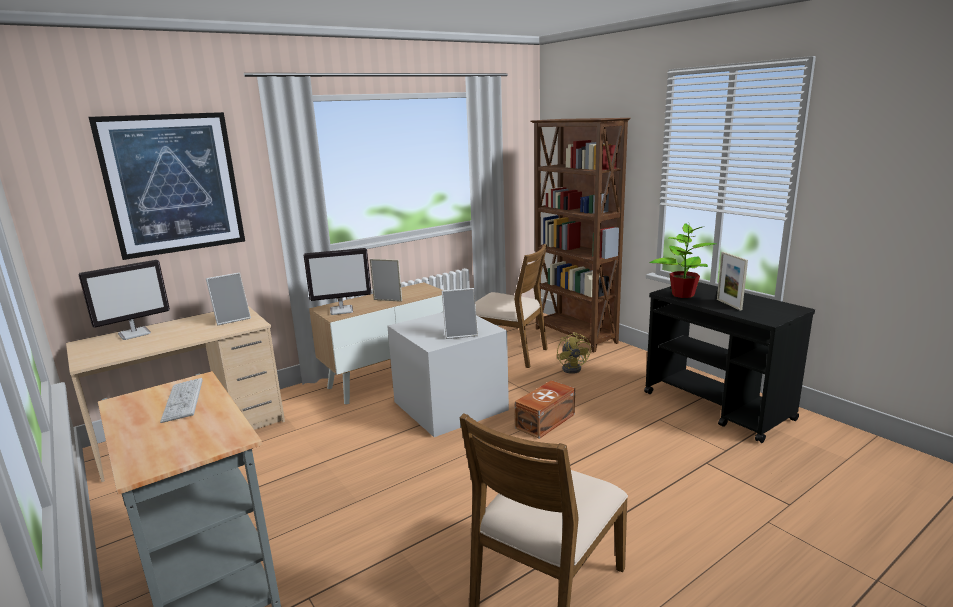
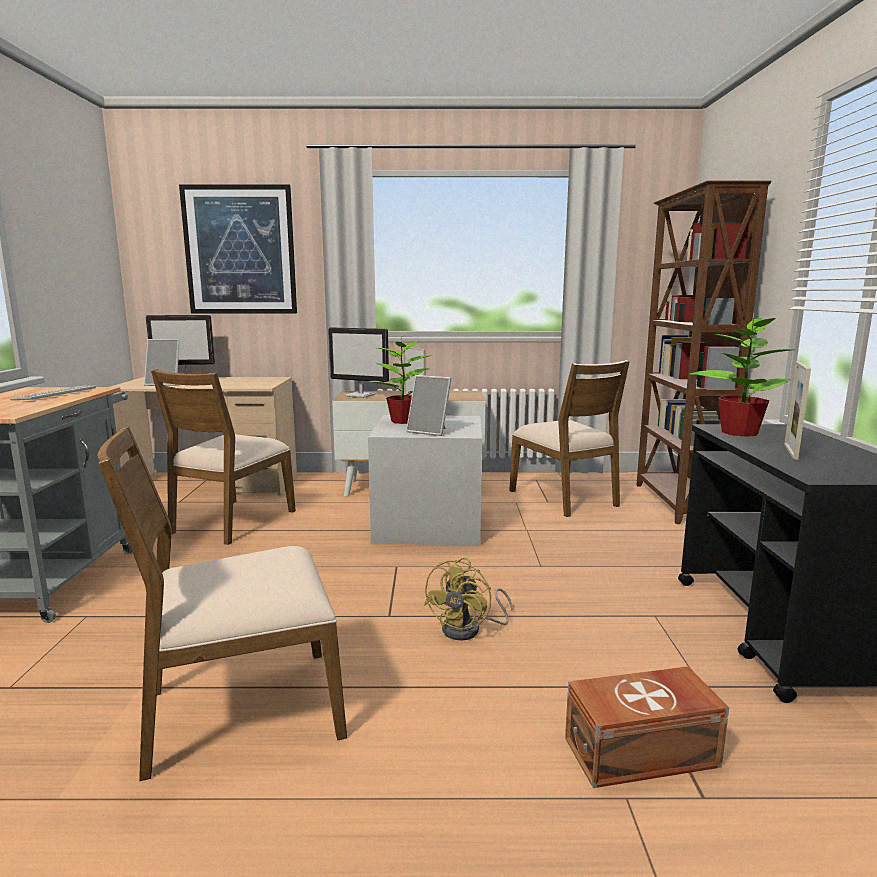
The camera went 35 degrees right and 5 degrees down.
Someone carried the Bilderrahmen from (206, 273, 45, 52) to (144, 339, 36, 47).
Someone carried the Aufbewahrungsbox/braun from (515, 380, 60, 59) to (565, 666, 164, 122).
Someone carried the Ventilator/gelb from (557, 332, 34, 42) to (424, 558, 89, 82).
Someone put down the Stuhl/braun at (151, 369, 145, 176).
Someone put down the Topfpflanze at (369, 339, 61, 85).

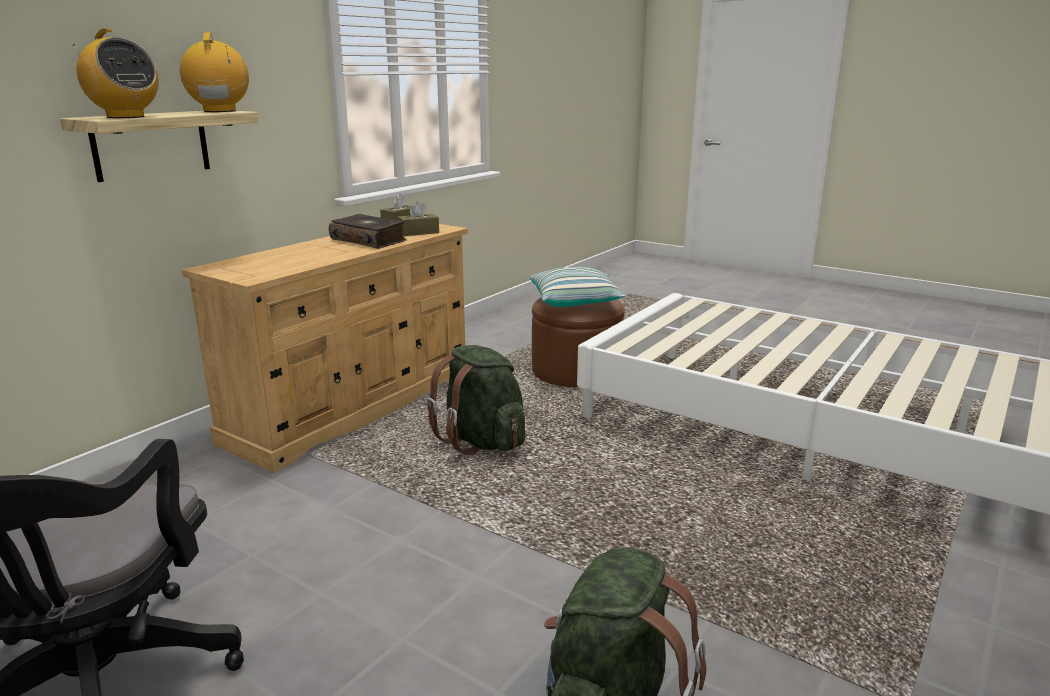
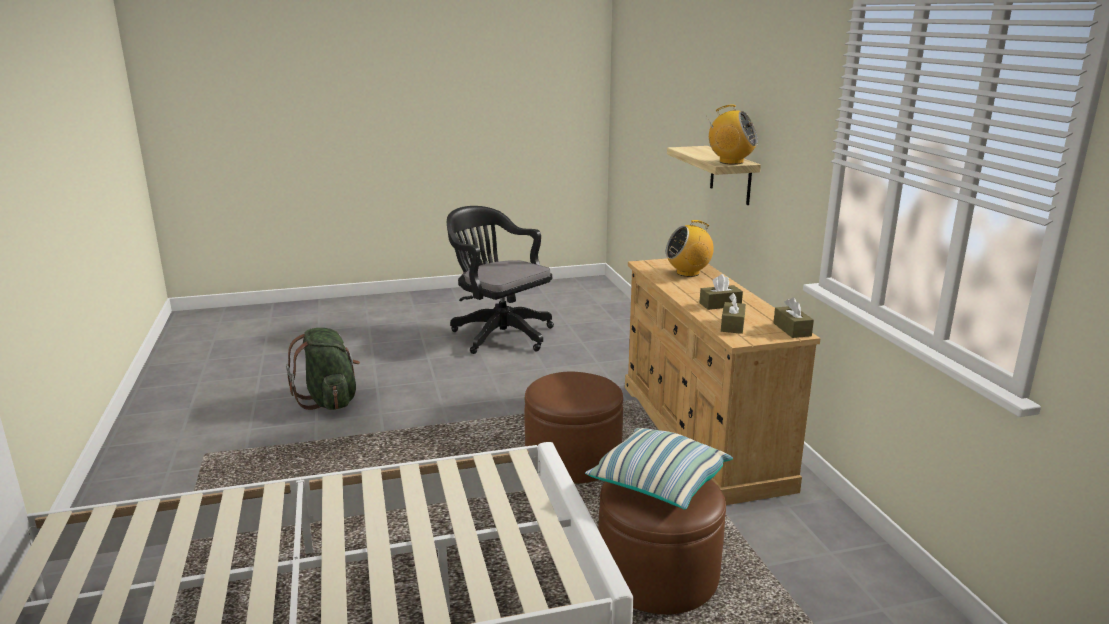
The camera went 130 degrees right and 0 degrees up.
Someone carried the Radio from (73, 28, 86, 90) to (665, 220, 49, 57).
Someone swapped the Buch at (329, 214, 78, 35) for the Taschentuchbox/braun at (699, 274, 44, 36).
Someone swapped the Rucksack/grün at (427, 345, 98, 110) for the Polsterhocker/braun at (524, 372, 99, 112).

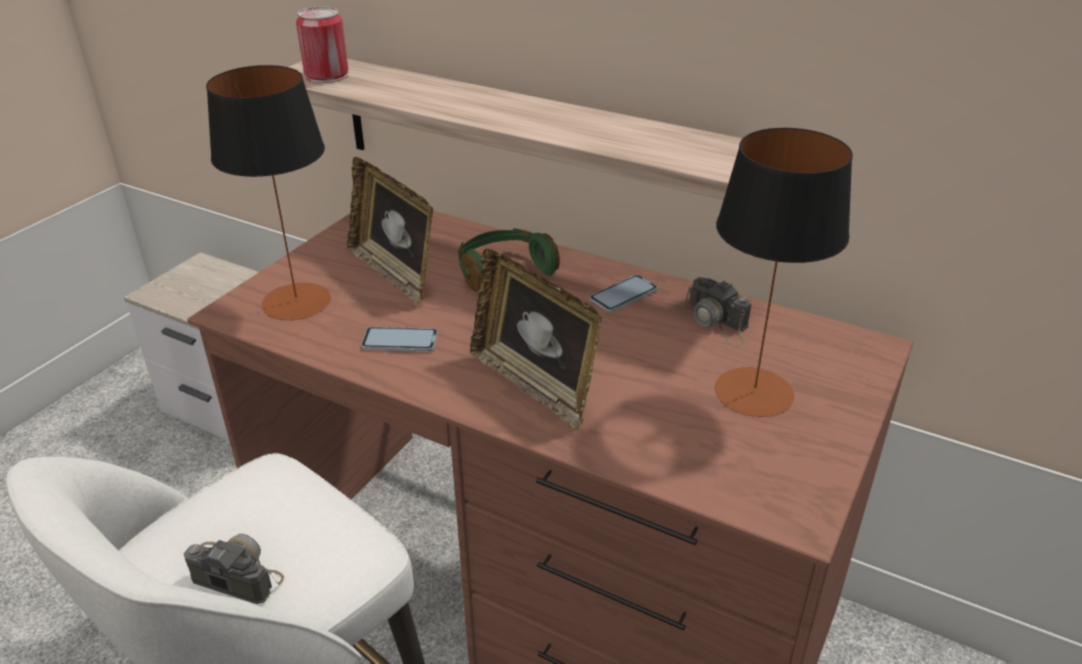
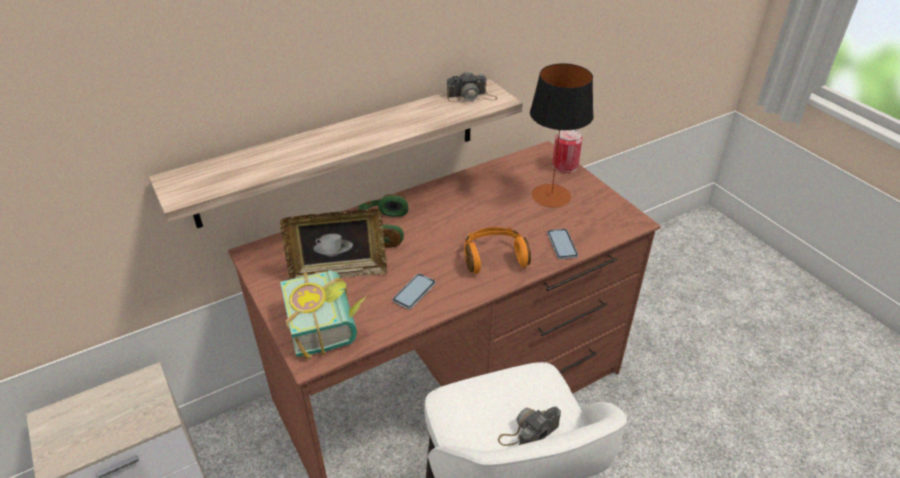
The camera went 60 degrees left and 5 degrees up.
Someone swapped the Tischlampe at (206, 65, 125, 256) for the Buch at (280, 270, 89, 89).
Someone carried the Dose from (296, 6, 53, 77) to (552, 130, 30, 43).
Someone swapped the Bilderrahmen at (470, 249, 132, 182) for the Kopfhörer/orange at (464, 227, 67, 47).
Someone carried the Handy from (590, 275, 68, 37) to (547, 229, 31, 30).
Someone carried the Kamera from (679, 277, 72, 70) to (447, 71, 50, 31).

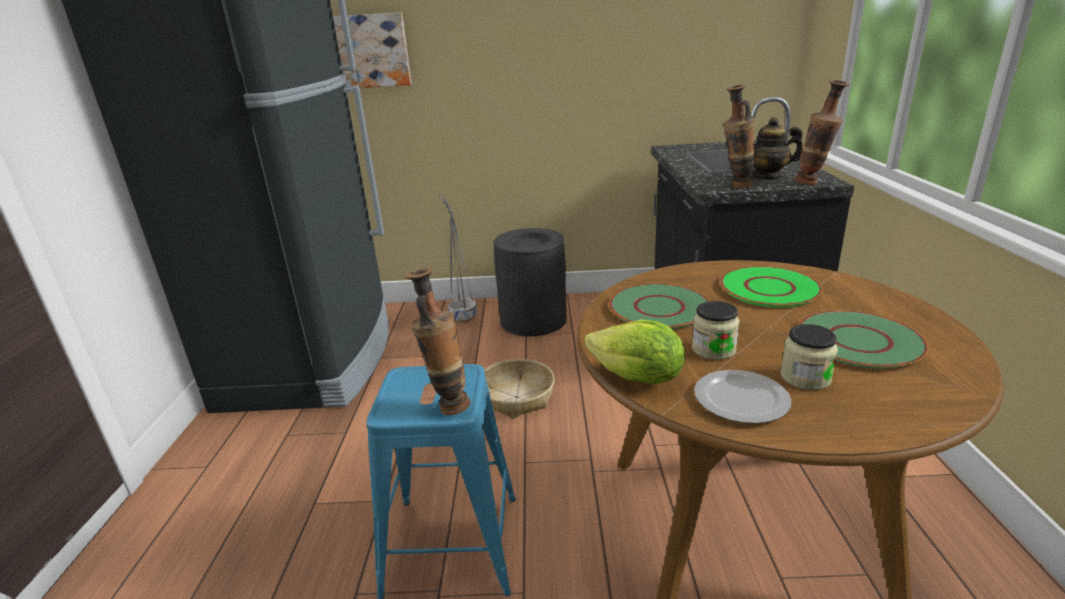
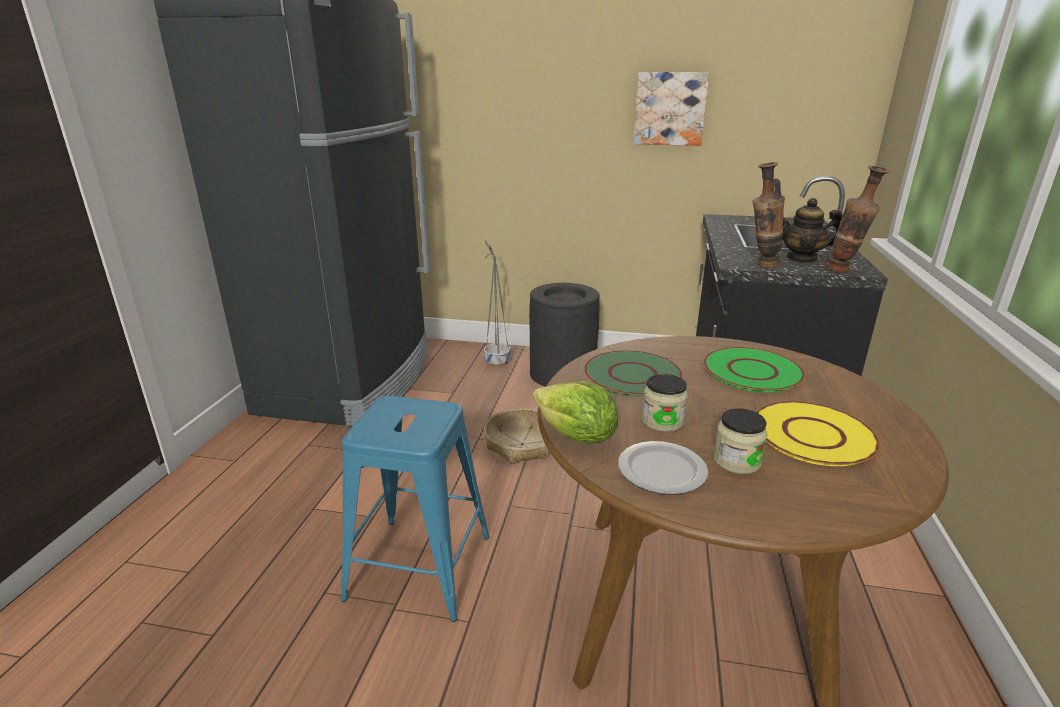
The camera went 10 degrees right and 0 degrees up.
Someone carried the Bild from (333, 12, 79, 76) to (634, 72, 75, 74).
Someone took away the Vase at (405, 269, 66, 146).
Someone repainted the Teller/grün at (799, 310, 129, 59), which became the Teller/gelb at (757, 401, 123, 65).

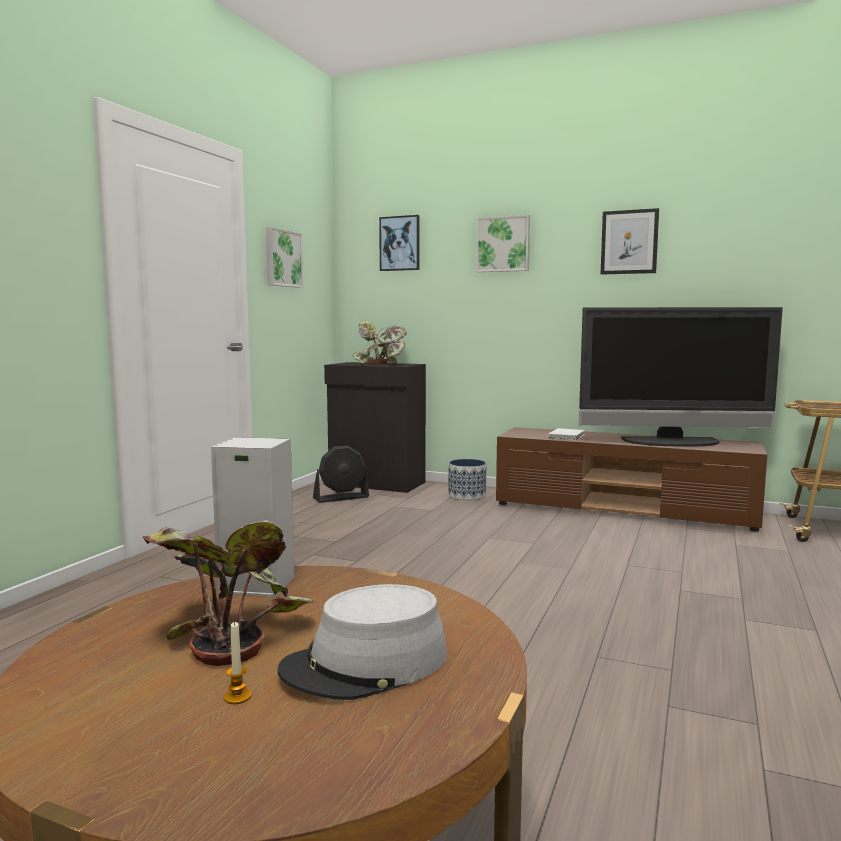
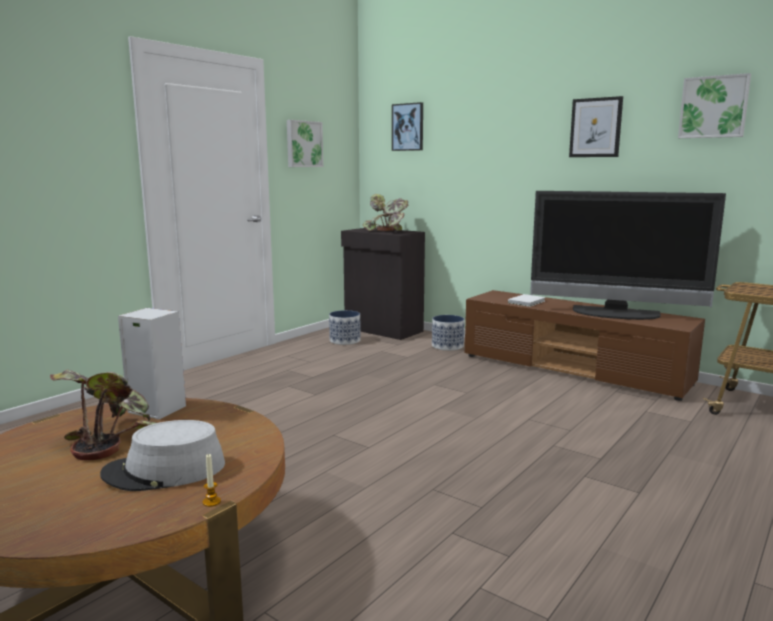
The camera went 15 degrees right and 5 degrees up.
Someone carried the Kerze from (224, 621, 27, 83) to (203, 453, 18, 54).
Someone swapped the Ventilator/schwarz at (313, 445, 56, 58) for the Pflanzkübel at (329, 310, 32, 35).
Someone carried the Bild from (476, 215, 54, 57) to (678, 73, 73, 65).

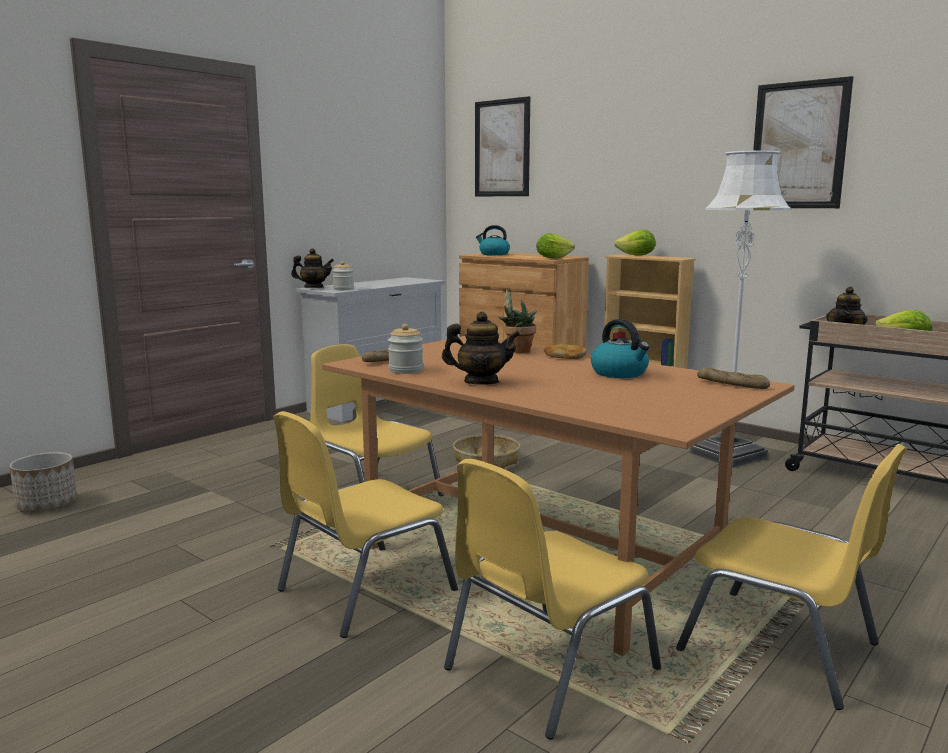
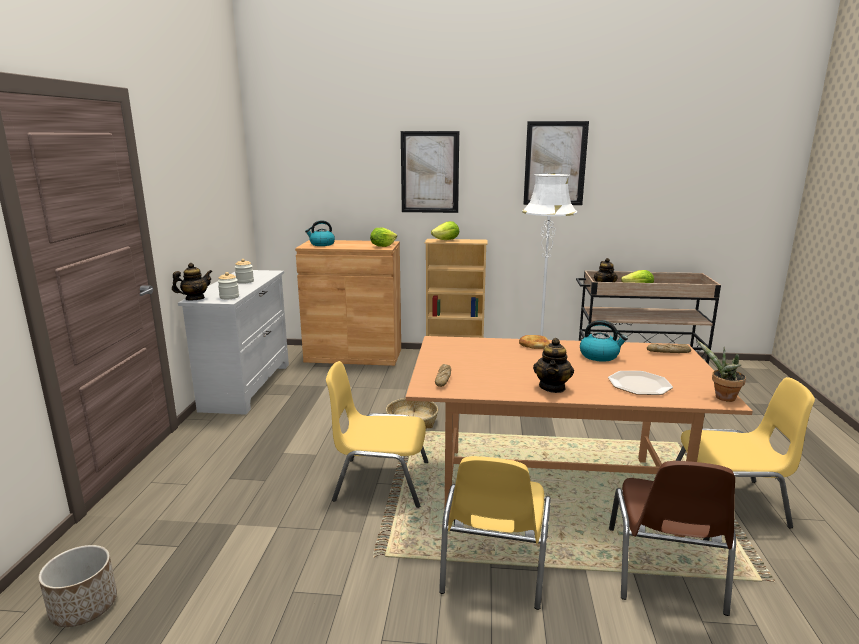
The camera went 35 degrees left and 5 degrees up.
Someone carried the Vorratsglas from (388, 324, 35, 50) to (235, 259, 19, 25).
Someone rotated the Teekanne at (442, 311, 79, 74) by 135 degrees clockwise.
Someone repainted the Stuhl/gelb at (444, 459, 217, 281), which became the Stuhl/braun at (609, 461, 127, 155).
Someone carried the Bild from (475, 96, 55, 100) to (401, 131, 58, 82).
Someone carried the Topfpflanze from (499, 289, 38, 64) to (696, 340, 50, 62).
Someone put down the Teller at (608, 371, 65, 24).

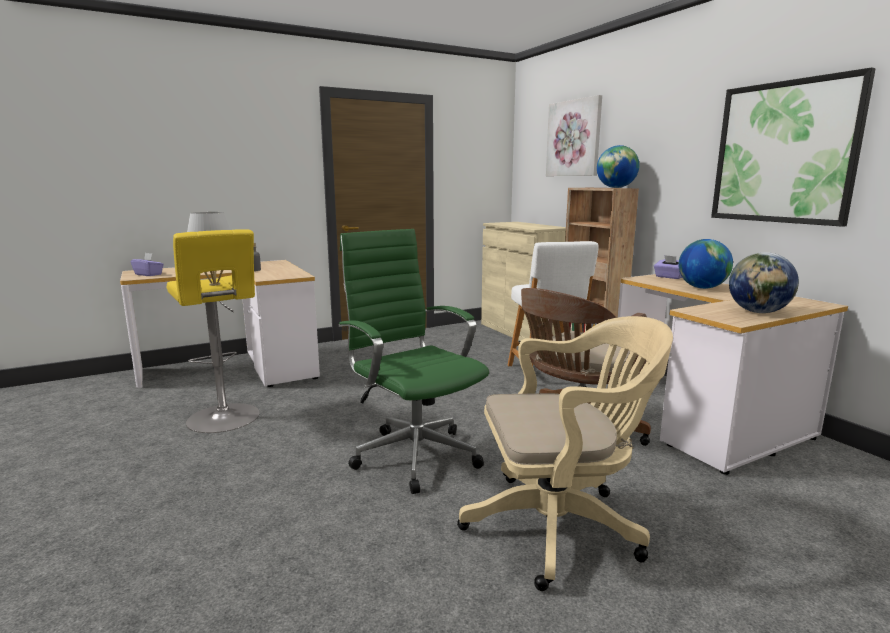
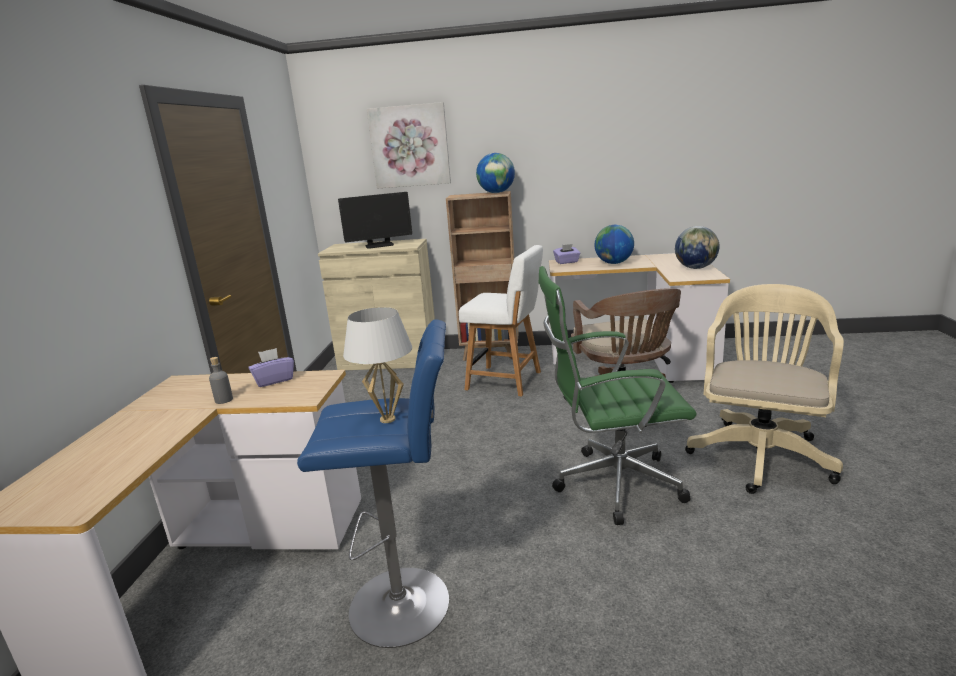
The camera went 55 degrees left and 5 degrees up.
Someone carried the Taschentuchbox/lila from (131, 253, 33, 23) to (248, 348, 46, 39).
Someone repainted the Hocker/gelb at (167, 229, 93, 204), which became the Hocker/blau at (297, 319, 152, 329).
Someone took away the Bild at (711, 67, 165, 160).
Someone put down the Monitor at (338, 192, 74, 57).

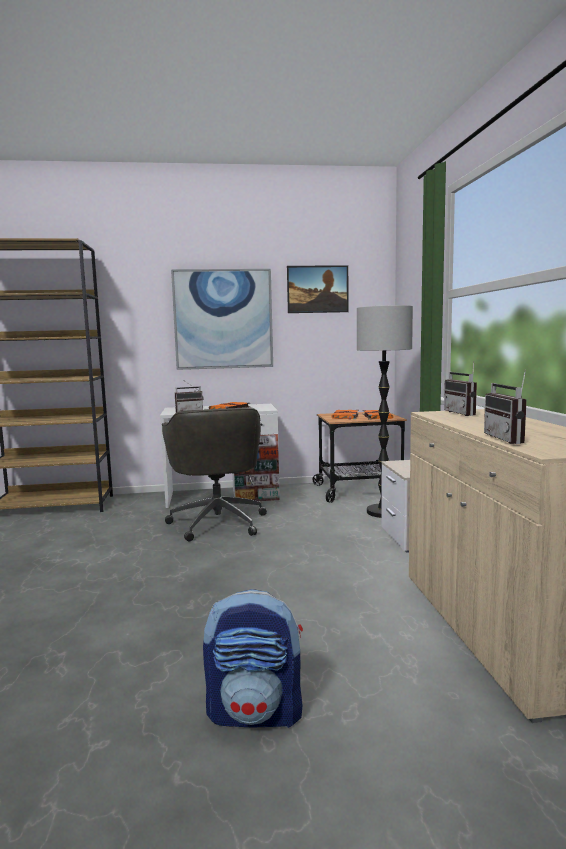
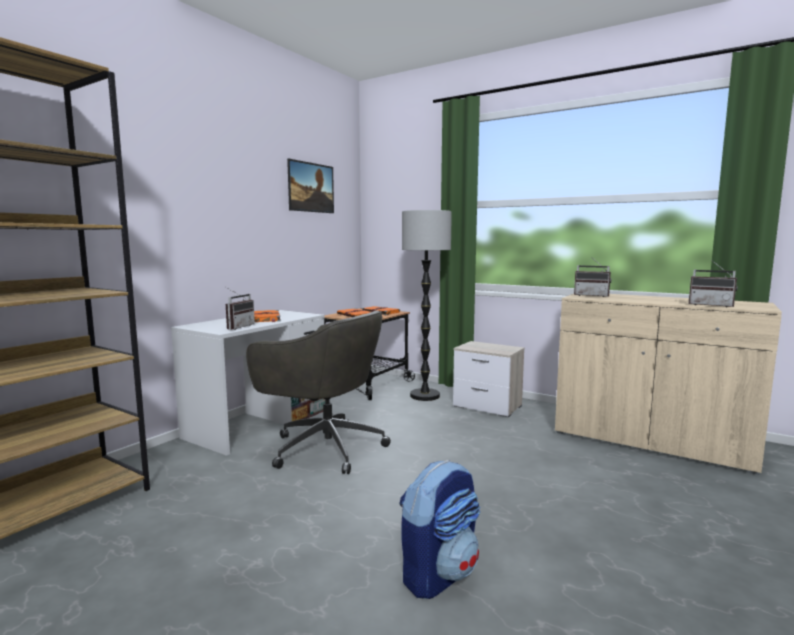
The camera went 50 degrees left and 0 degrees up.
Someone took away the Bild at (171, 269, 102, 101).
Someone carried the Rucksack from (203, 589, 100, 139) to (399, 460, 81, 139).

